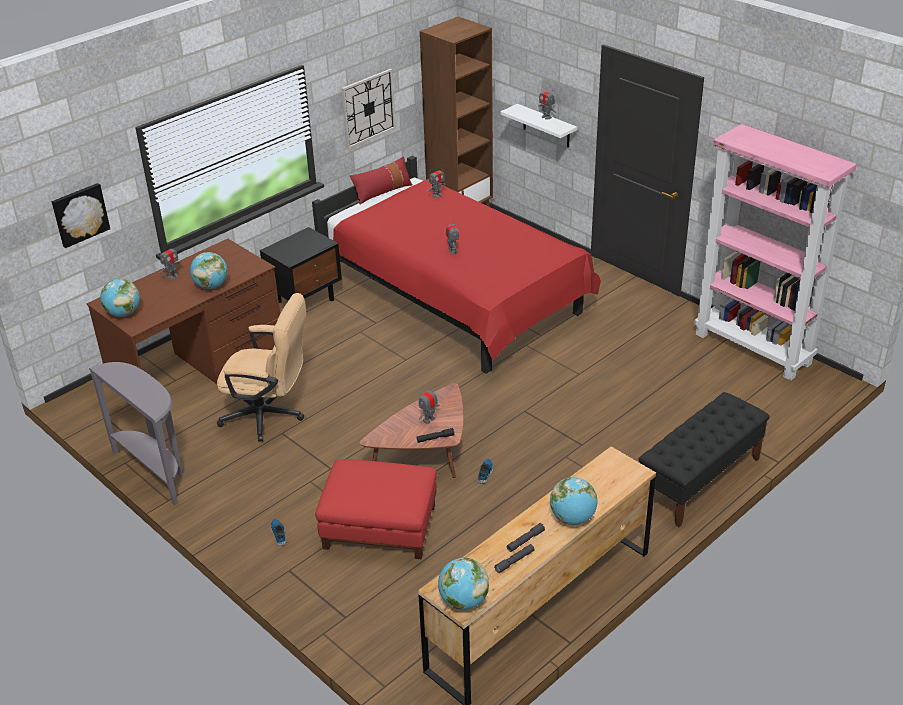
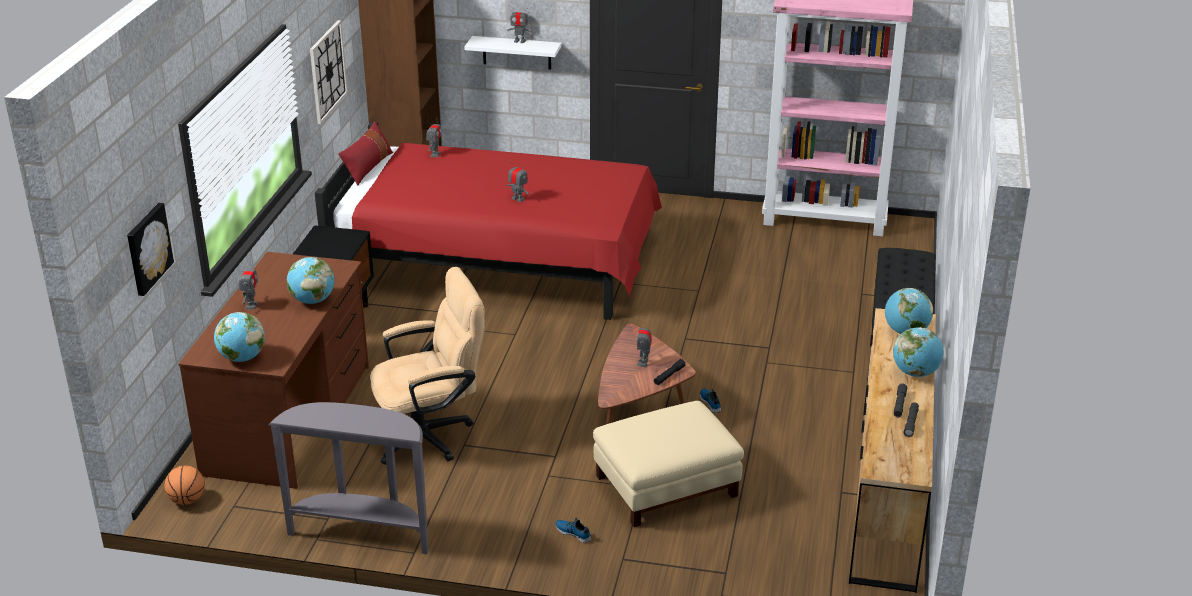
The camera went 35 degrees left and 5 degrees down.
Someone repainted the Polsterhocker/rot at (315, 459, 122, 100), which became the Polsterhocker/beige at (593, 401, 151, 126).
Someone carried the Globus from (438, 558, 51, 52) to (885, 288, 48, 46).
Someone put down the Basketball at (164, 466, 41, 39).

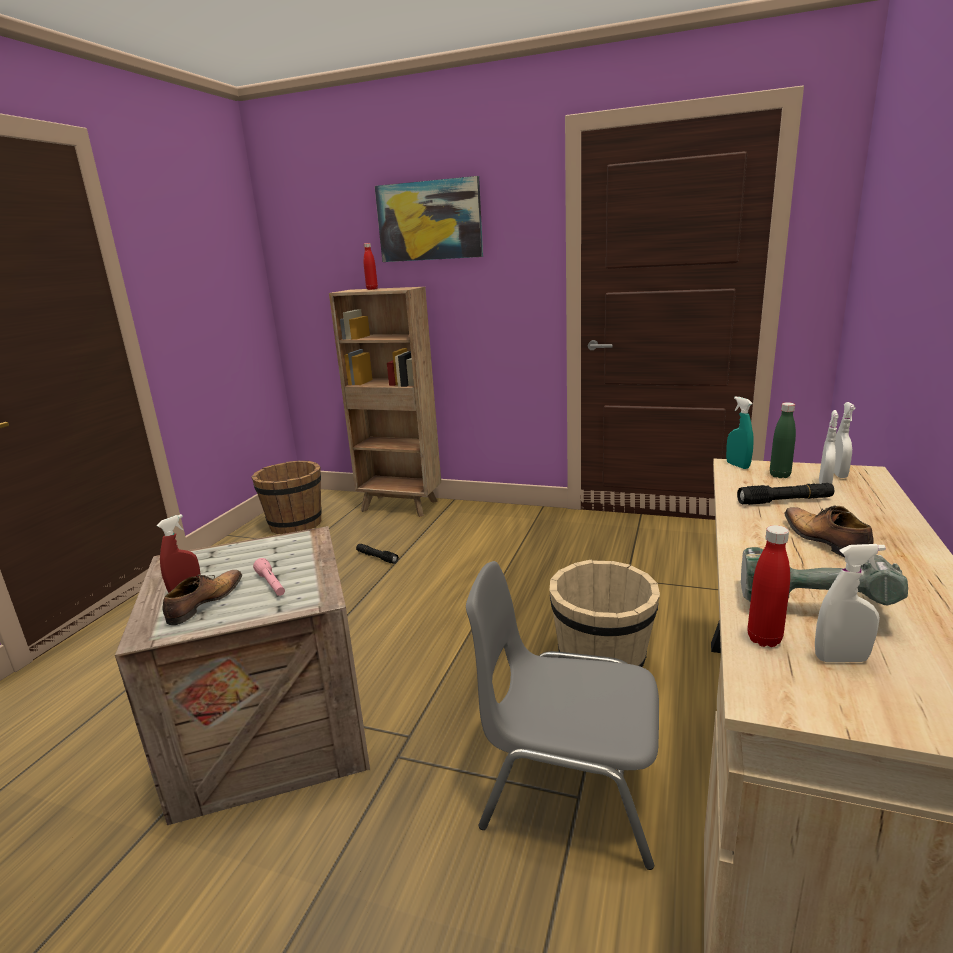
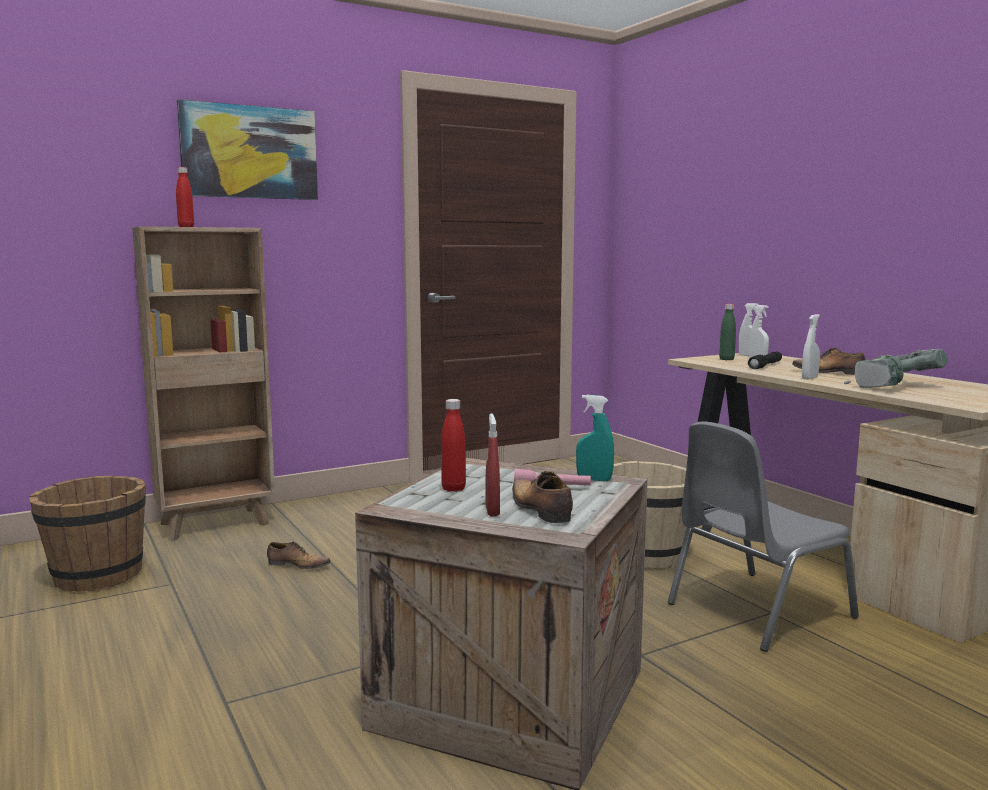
The camera went 50 degrees left and 10 degrees down.
Someone swapped the Taschenlampe/schwarz at (356, 544, 43, 20) for the Schuh at (267, 541, 64, 28).
Someone carried the Sprühflasche/türkis from (726, 396, 28, 73) to (576, 395, 38, 86).
Someone carried the Flasche/rot from (748, 525, 42, 122) to (441, 399, 25, 93).
Someone carried the Sprühflasche/weiß from (815, 544, 71, 118) to (802, 314, 18, 66).

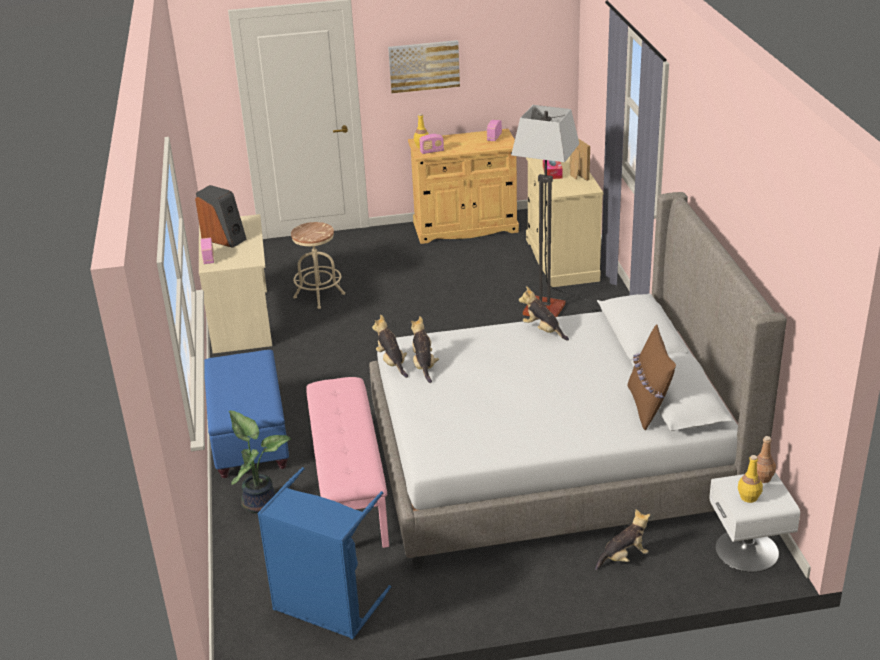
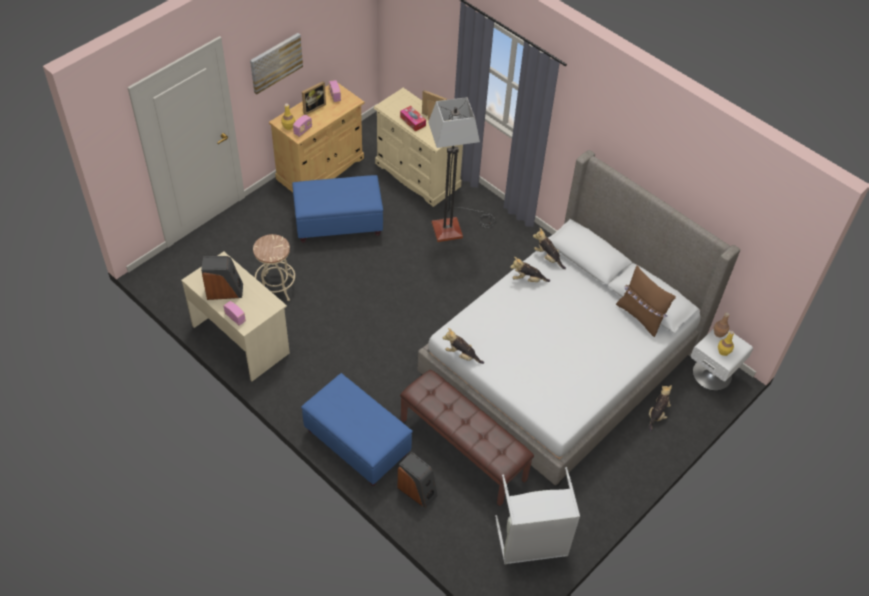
The camera went 40 degrees left and 20 degrees up.
Someone swapped the Topfpflanze at (229, 411, 63, 102) for the Lautsprecher at (397, 452, 41, 56).
Someone repainted the Wäschekorb/blau at (257, 467, 134, 172), which became the Wäschekorb/grau at (495, 467, 85, 98).
Someone repainted the Bank/rosa at (306, 377, 83, 171), which became the Bank/braun at (400, 370, 134, 136).
Someone carried the Plüschtier from (411, 316, 28, 67) to (533, 228, 33, 41).
Someone put down the Polsterhocker/blau at (292, 175, 91, 68).
Someone put down the Bilderrahmen at (302, 81, 24, 34).

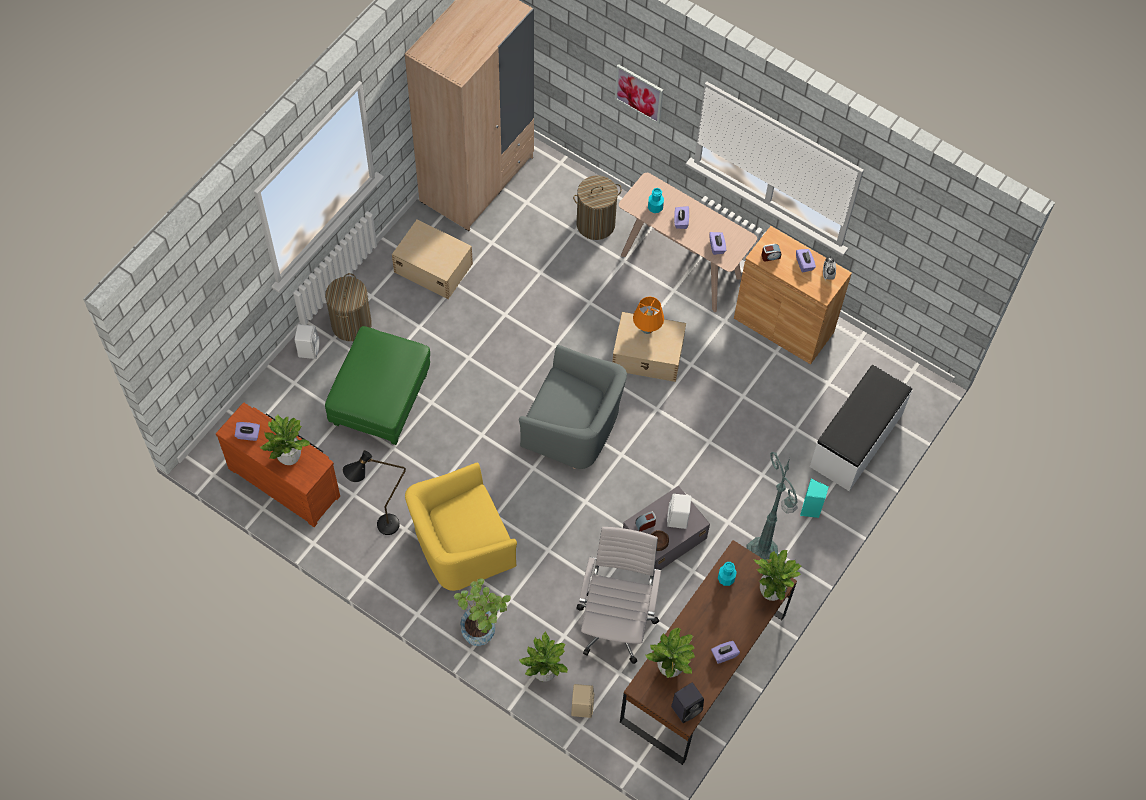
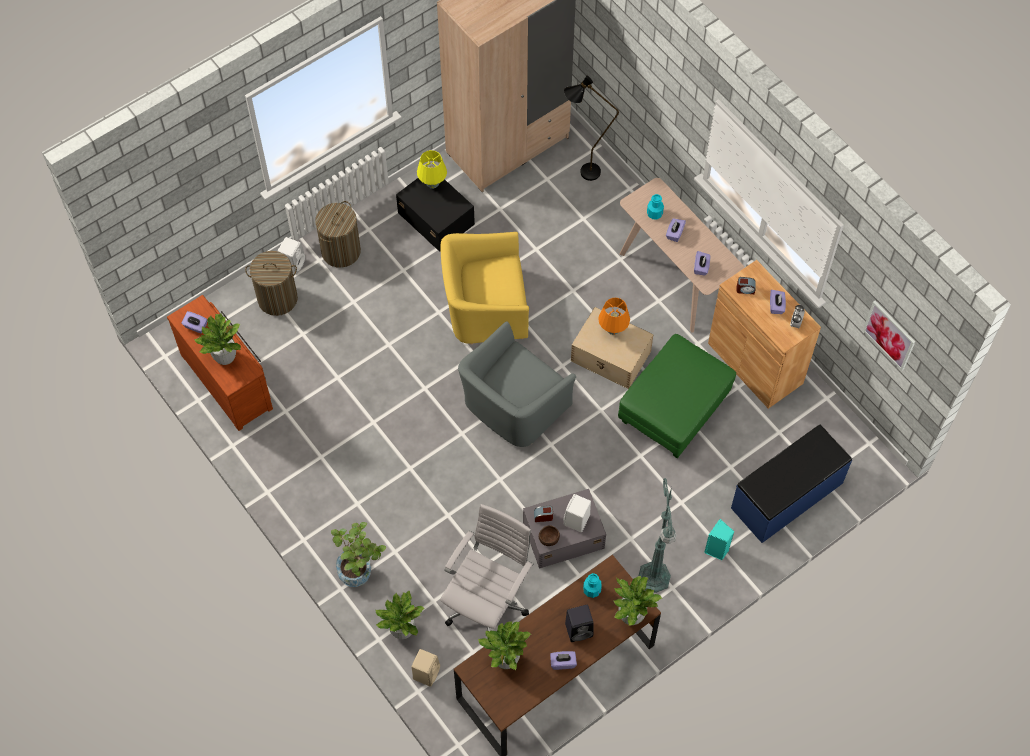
The camera went 20 degrees right and 0 degrees up.
Someone carried the Polsterhocker/grün from (325, 326, 105, 119) to (618, 334, 118, 124).
Someone carried the Stehlampe/schwarz from (343, 450, 63, 85) to (564, 75, 55, 106).
Someone repainted the Aufbewahrungsbox/beige at (392, 220, 81, 79), which became the Aufbewahrungsbox/schwarz at (396, 178, 79, 74).
Someone carried the Sessel/gelb from (405, 462, 112, 129) to (440, 232, 89, 113).
Someone rotated the Sessel/grau at (519, 345, 108, 124) by 90 degrees clockwise.
Someone carried the Wäschekorb from (573, 175, 49, 65) to (245, 251, 53, 65).
Someone carried the Bild from (615, 64, 48, 60) to (863, 301, 53, 69).
Someone carried the Lautsprecher/schwarz from (671, 683, 33, 40) to (565, 605, 29, 37).
Someone repainted the Bank/weiß at (810, 365, 102, 126), which became the Bank/blau at (731, 424, 121, 119).
Someone put down the Tischlampe/gelb at (417, 150, 30, 39).

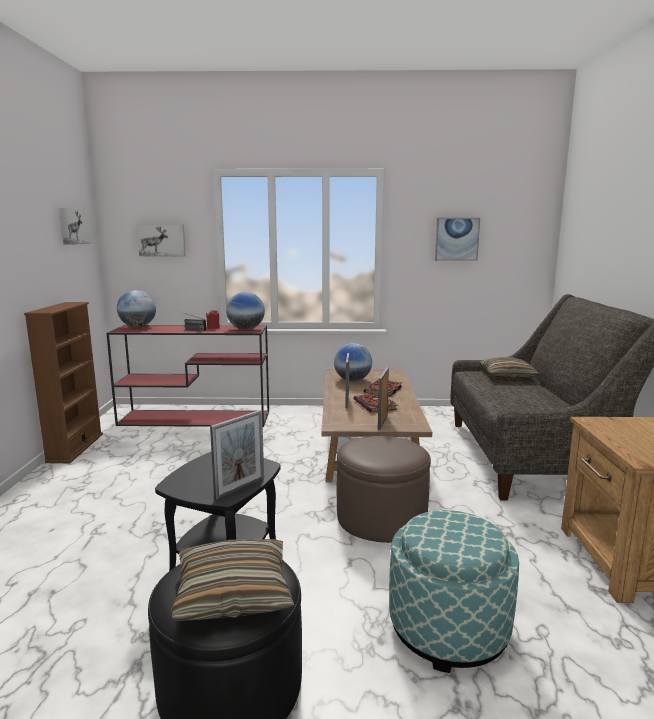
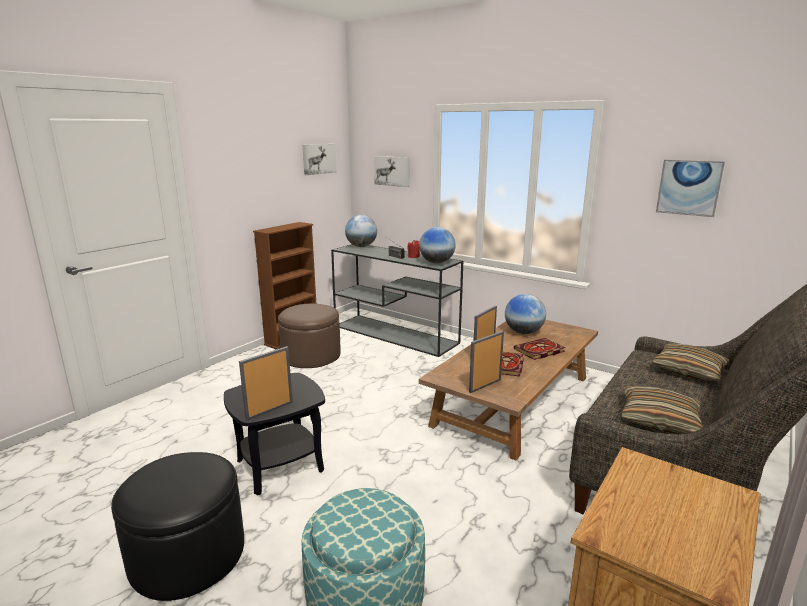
The camera went 35 degrees right and 5 degrees up.
Someone repainted the Konsolentisch/rot at (106, 325, 163, 102), which became the Konsolentisch/grau at (331, 244, 132, 113).
Someone carried the Kissen from (172, 539, 123, 82) to (621, 386, 82, 48).
Someone rotated the Bilderrahmen at (210, 410, 54, 90) by 150 degrees clockwise.
Someone carried the Polsterhocker/braun from (337, 436, 94, 107) to (278, 304, 63, 64).

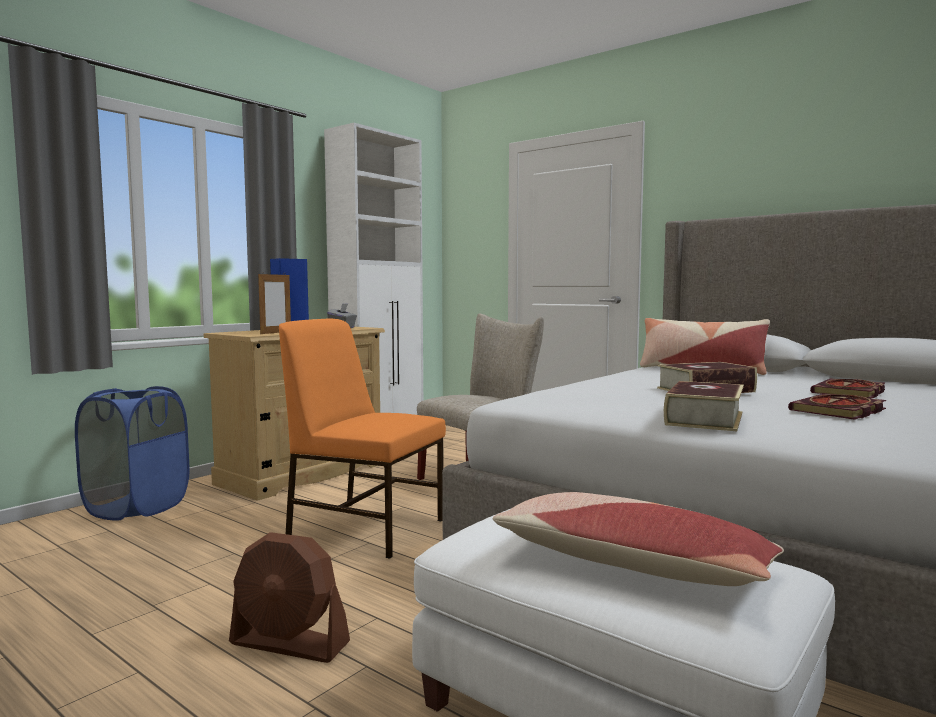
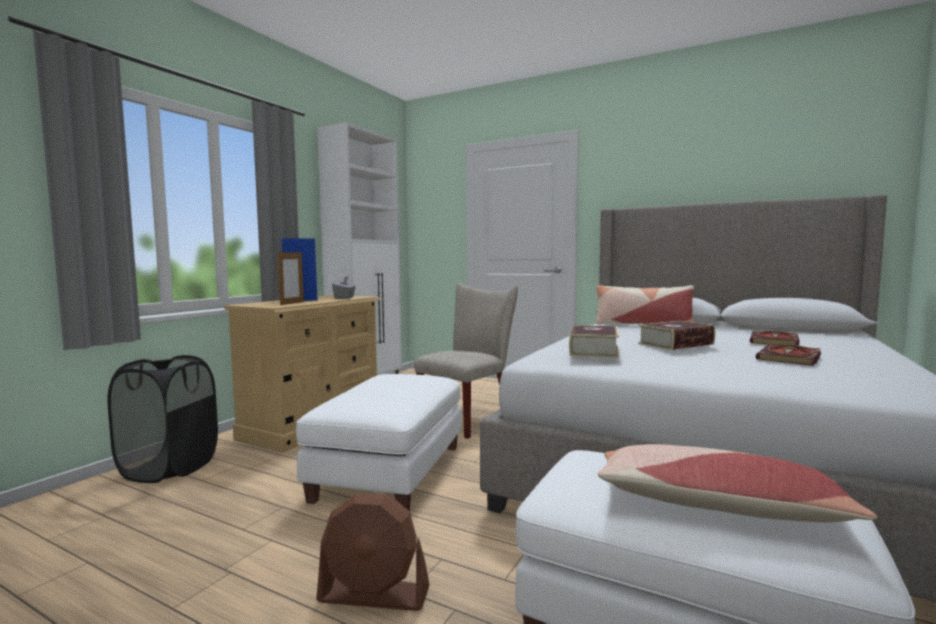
The camera went 10 degrees left and 0 degrees up.
Someone repainted the Wäschekorb/blau at (75, 386, 114, 135), which became the Wäschekorb/schwarz at (108, 355, 110, 128).
Someone swapped the Stuhl/orange at (279, 319, 167, 240) for the Polsterhocker/weiß at (296, 374, 166, 137).
Someone carried the Buch from (664, 381, 80, 50) to (569, 325, 50, 33).

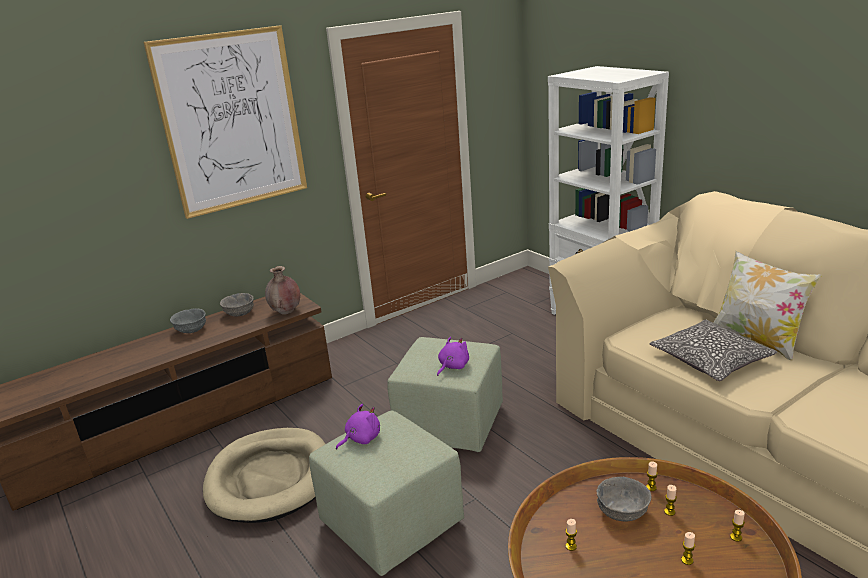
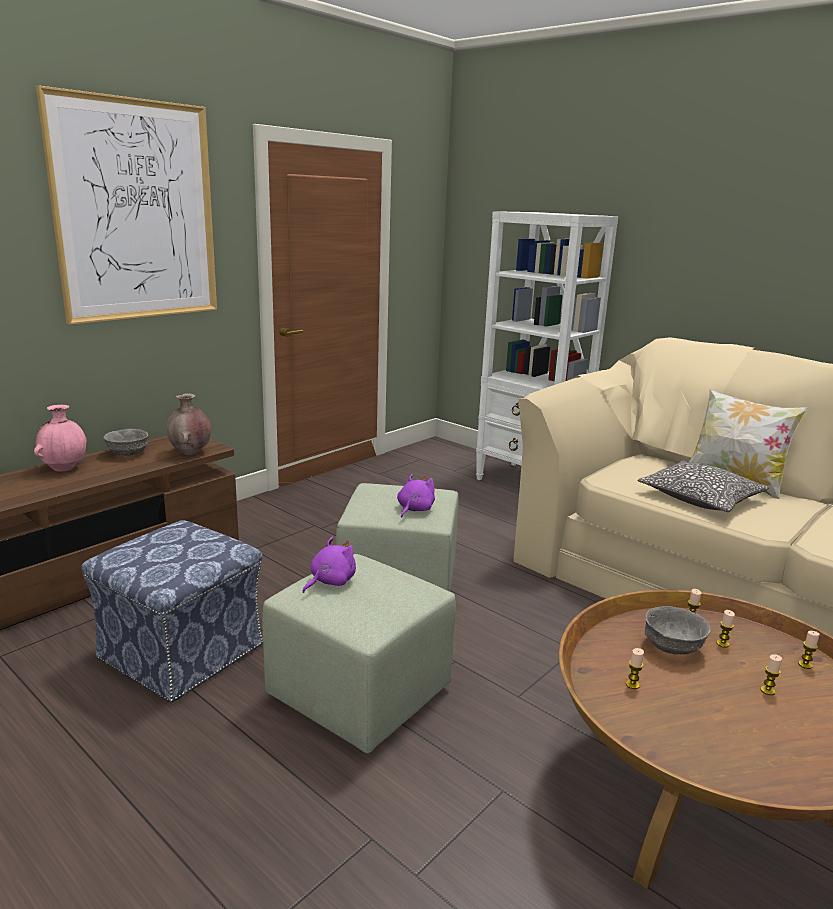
The camera went 15 degrees left and 5 degrees down.
Someone swapped the Schüssel/grau at (170, 308, 36, 25) for the Vase/rosa at (34, 405, 53, 67).
Someone swapped the Hundebett/beige at (203, 428, 122, 95) for the Polsterhocker at (81, 520, 182, 183).

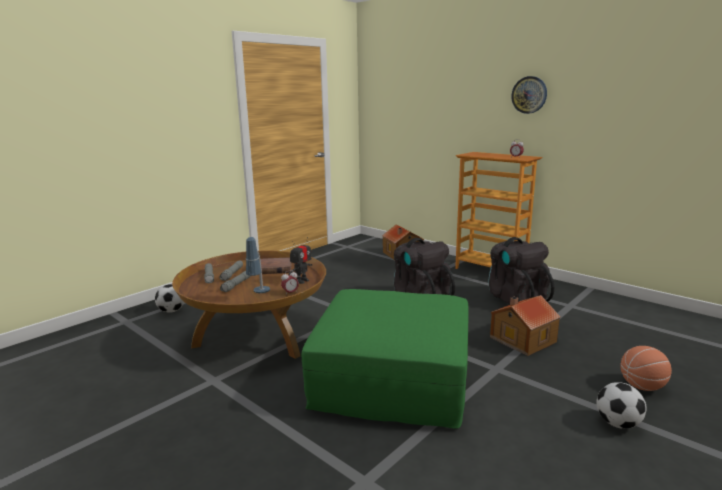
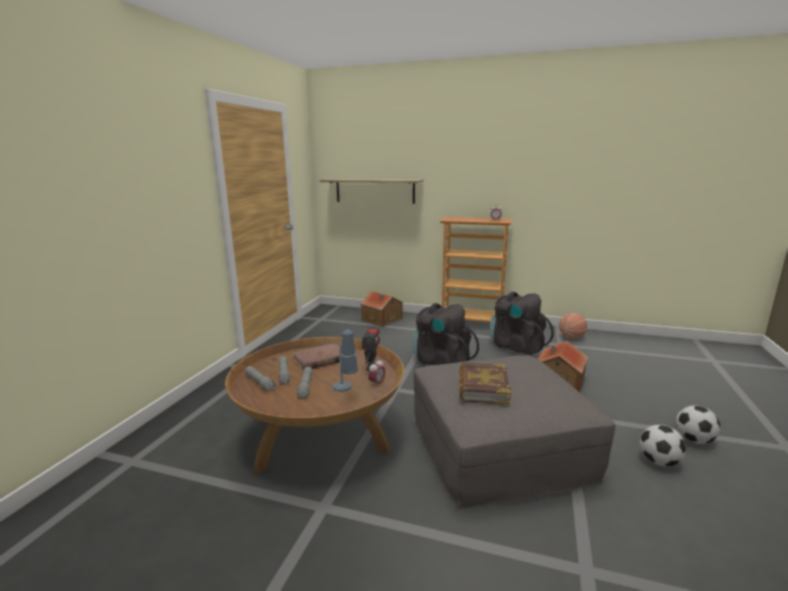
The camera went 25 degrees left and 0 degrees up.
Someone carried the Fußball from (155, 284, 29, 29) to (640, 425, 46, 41).
Someone repainted the Polsterhocker/grün at (302, 289, 166, 140), which became the Polsterhocker/grau at (414, 355, 201, 154).
Someone took away the Wanduhr at (511, 76, 36, 38).
Someone carried the Basketball from (620, 346, 52, 45) to (559, 313, 28, 26).
Someone put up the Wandregal at (320, 179, 104, 25).
Someone put down the Buch at (459, 363, 52, 42).

